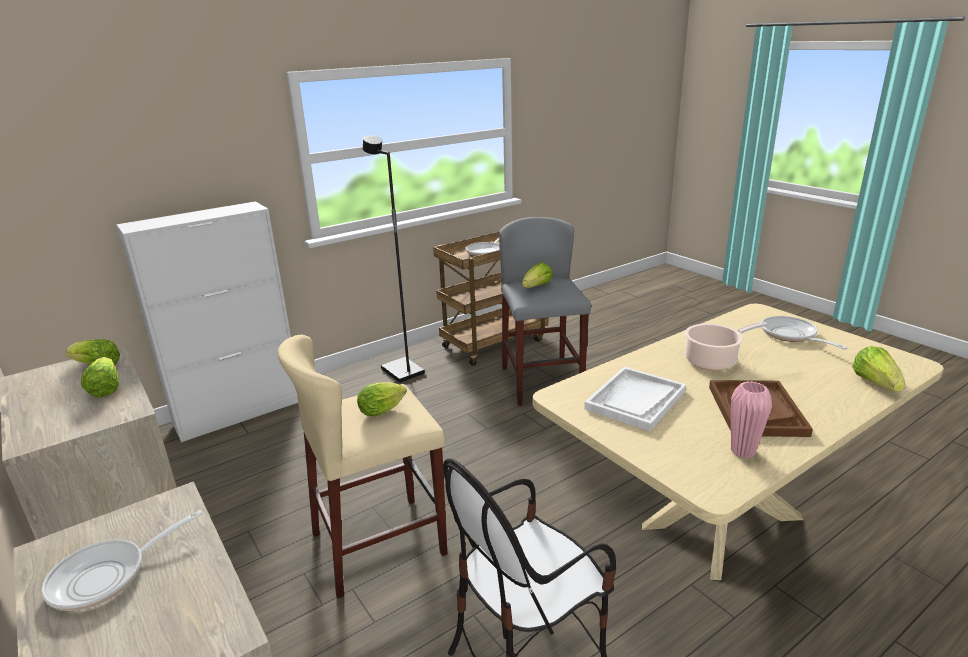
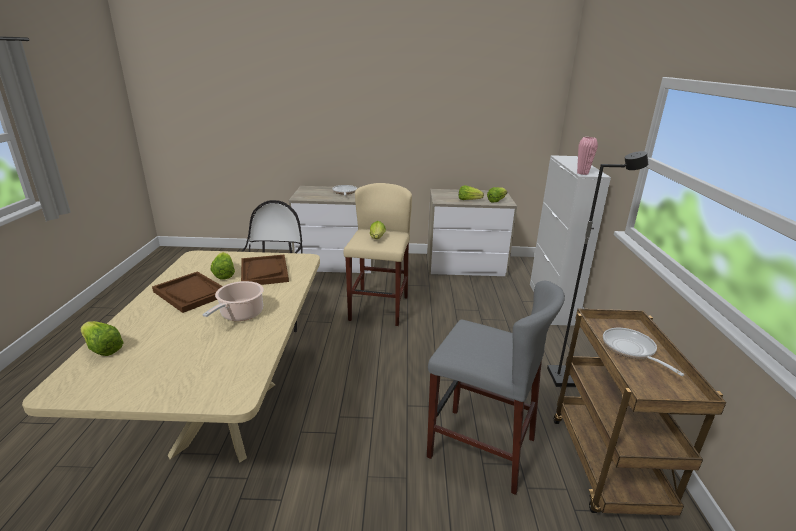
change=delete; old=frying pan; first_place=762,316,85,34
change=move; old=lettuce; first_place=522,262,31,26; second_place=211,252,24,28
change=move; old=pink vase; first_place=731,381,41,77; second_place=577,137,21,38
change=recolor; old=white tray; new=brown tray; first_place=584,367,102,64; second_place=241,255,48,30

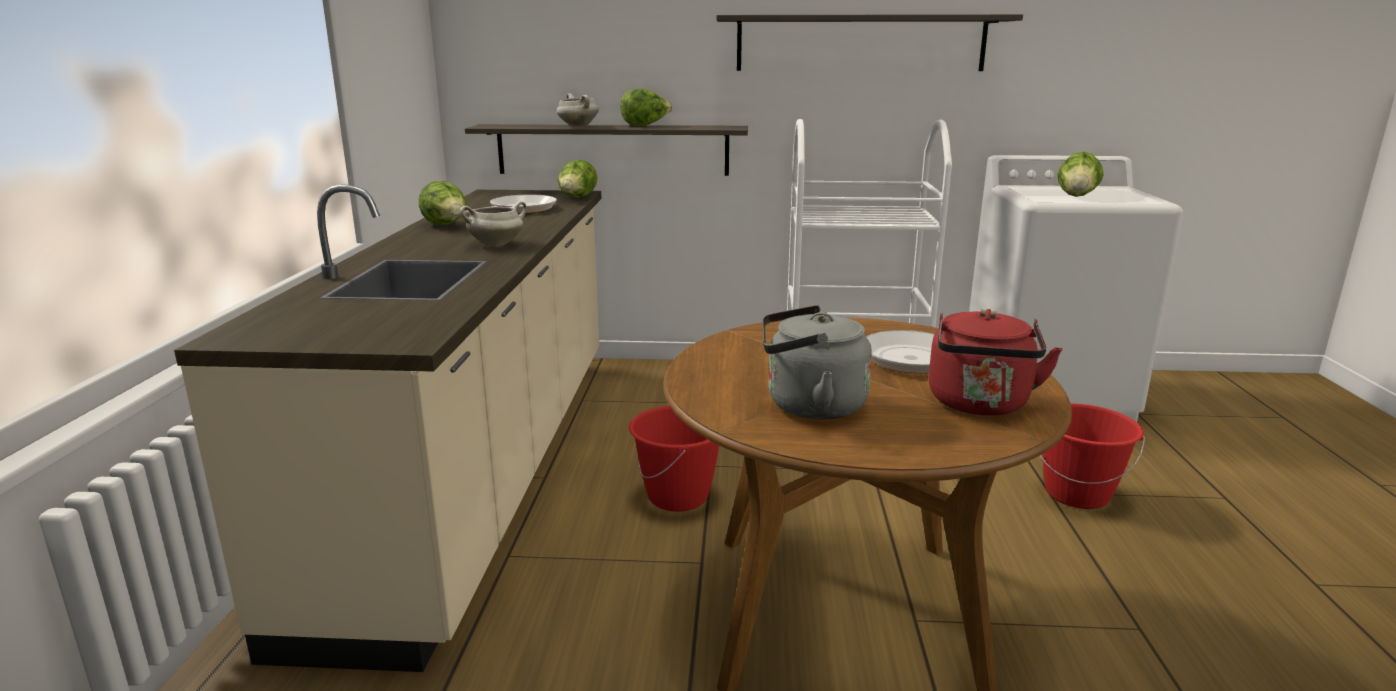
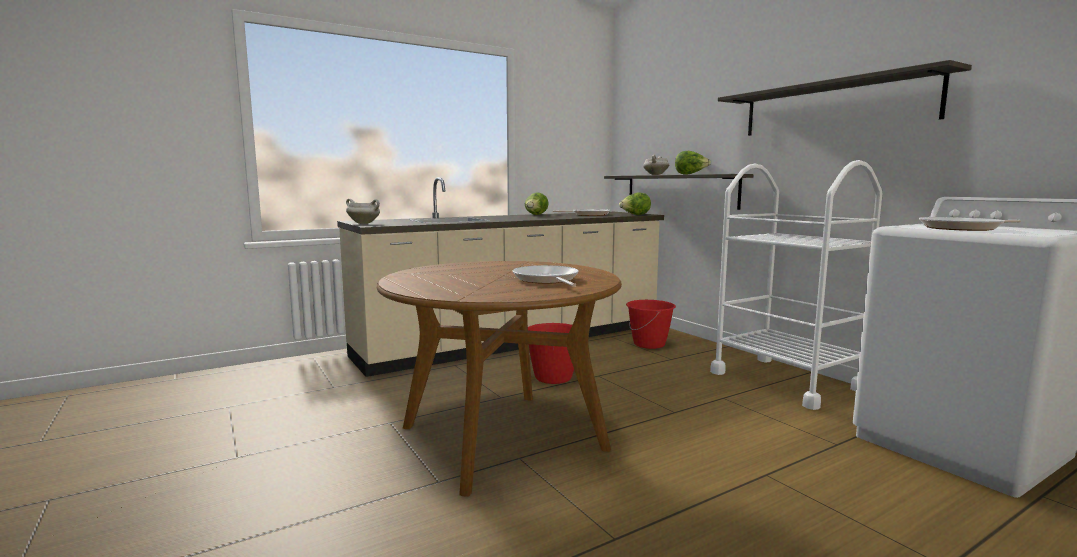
change=delete; old=grey kettle; first_place=762,305,110,114
change=delete; old=red kettle; first_place=929,309,133,106
change=move; old=white cooking pot; first_place=460,201,67,45; second_place=346,199,34,25
change=move; old=red bucket; first_place=1040,403,105,106; second_place=626,300,50,49
change=replace; old=lettuce; new=frying pan; first_place=1057,152,47,45; second_place=919,217,102,14

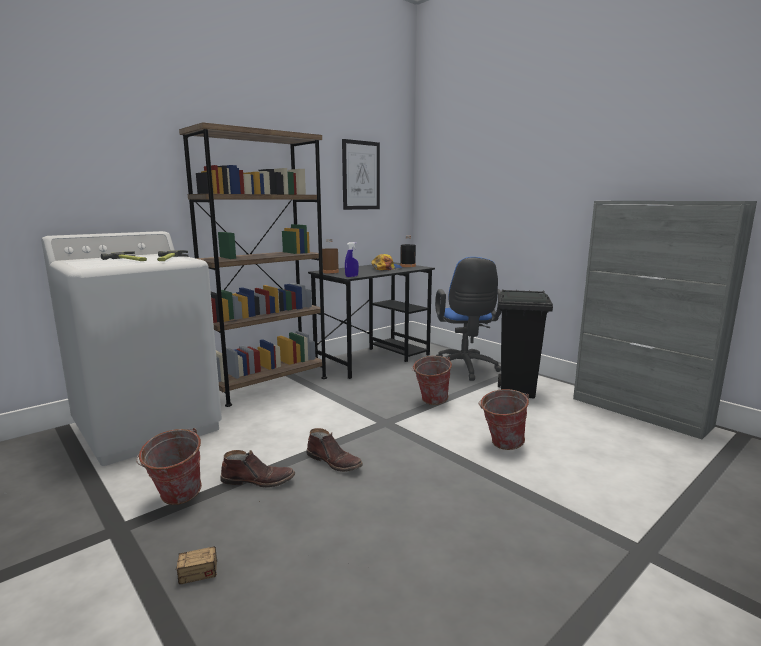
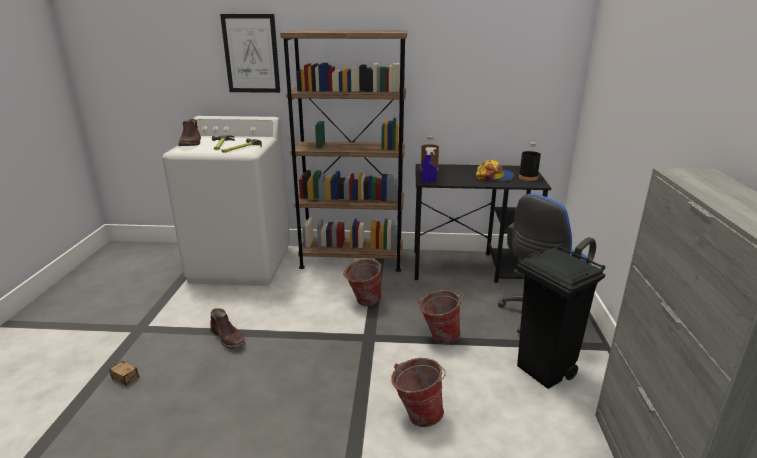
change=move; old=bucket; first_place=136,428,66,77; second_place=343,259,39,47
change=move; old=brown boot; first_place=307,428,56,44; second_place=179,119,22,27
change=move; old=picture; first_place=342,139,38,71; second_place=220,14,60,79

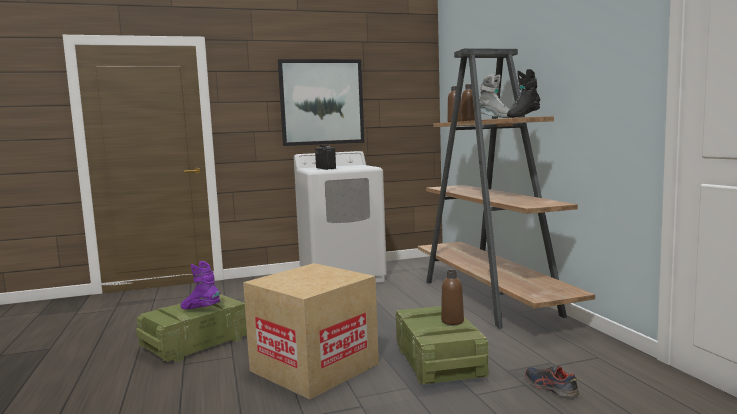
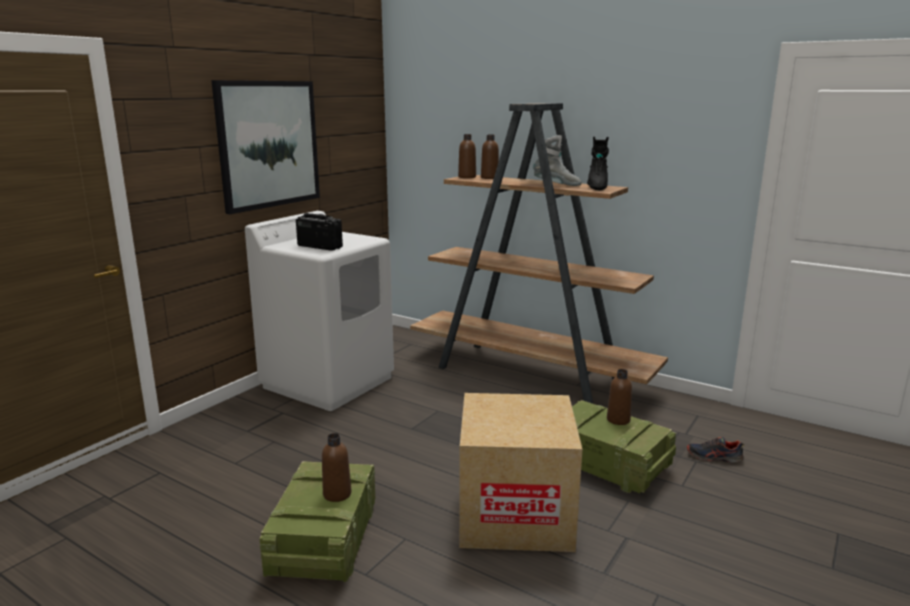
change=replace; old=purple boot; new=brown bottle; first_place=181,261,39,49; second_place=322,433,29,69

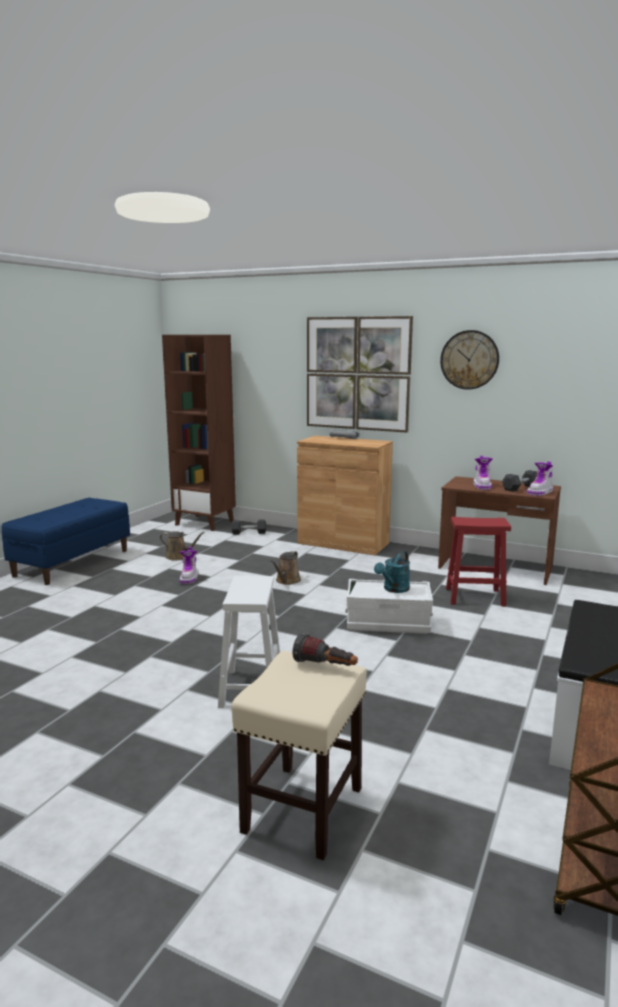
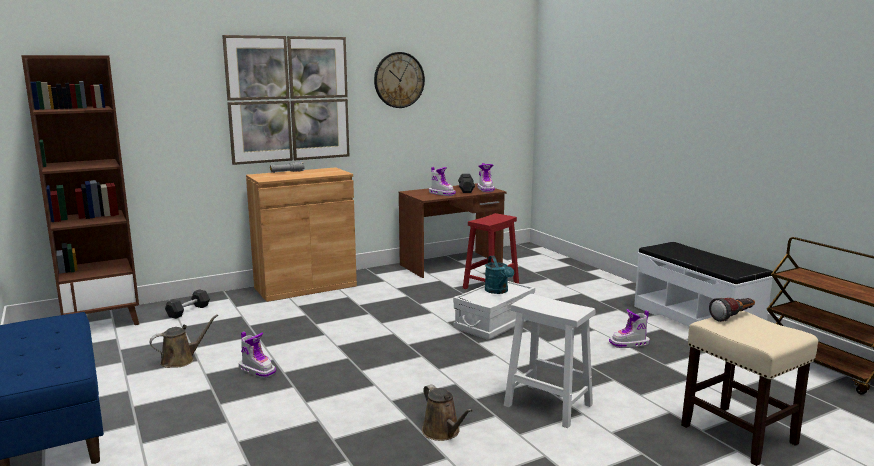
change=insert; new=boot; second_place=609,309,41,39
change=move; old=brown watering can; first_place=271,551,30,34; second_place=422,384,51,57

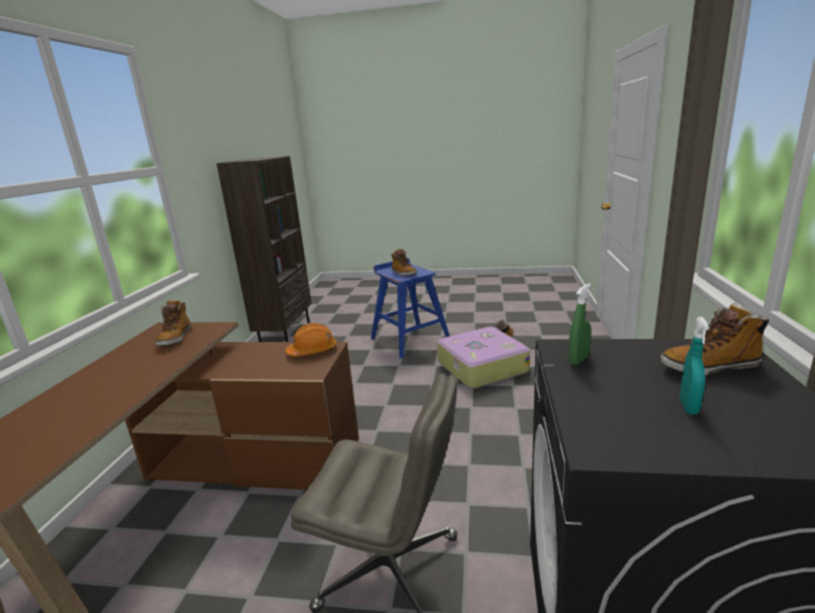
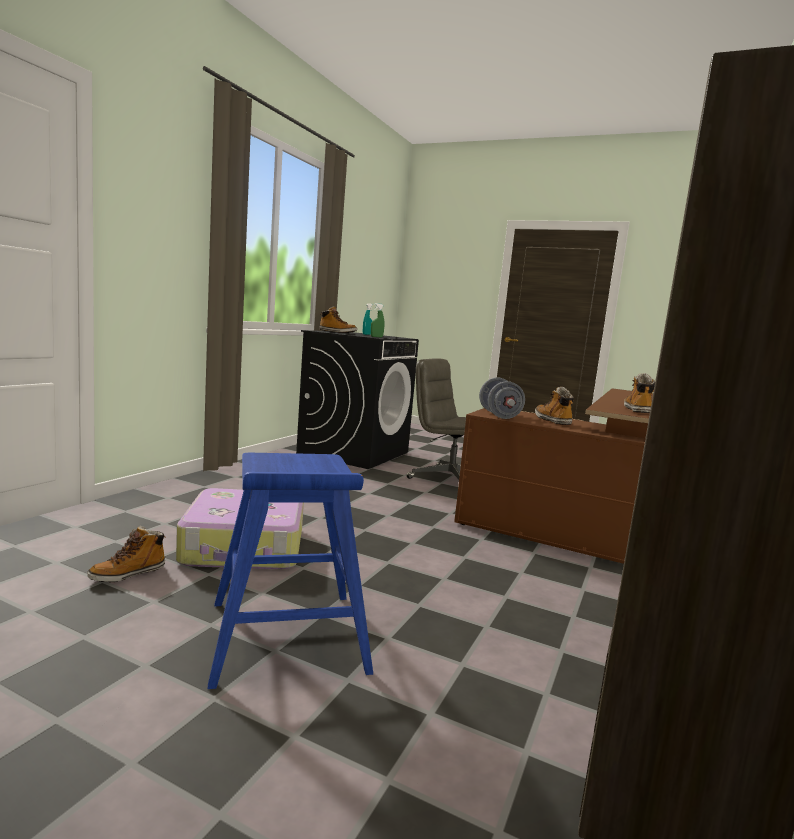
change=move; old=boot; first_place=392,249,25,27; second_place=535,387,39,38
change=replace; old=orange hard hat; new=grey dumbbell; first_place=285,323,52,33; second_place=479,378,46,41

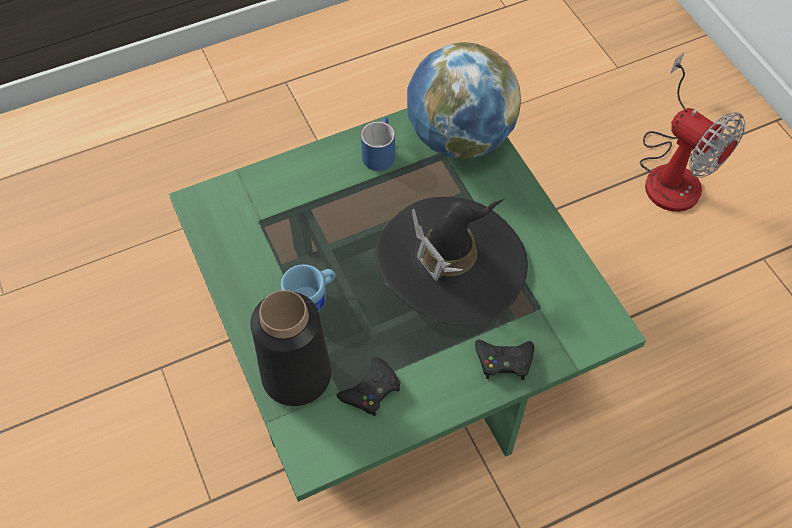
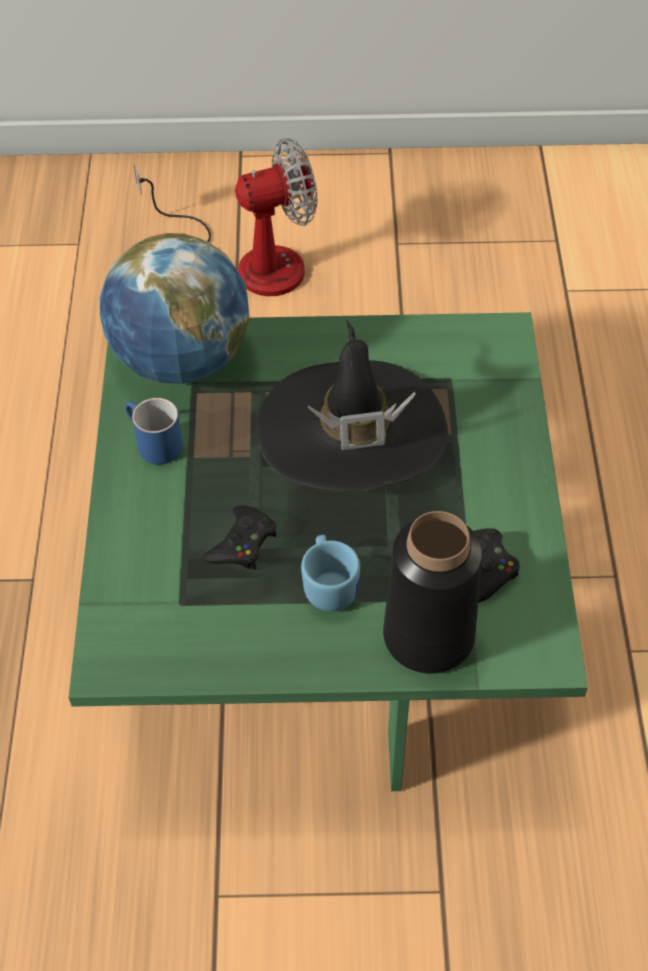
change=move; old=black game controller; first_place=475,340,59,40; second_place=202,506,75,64

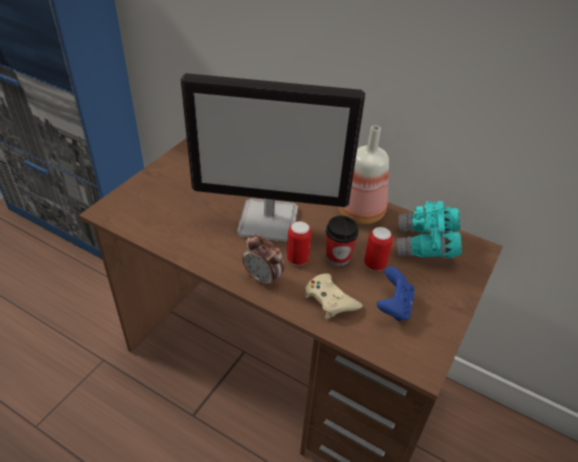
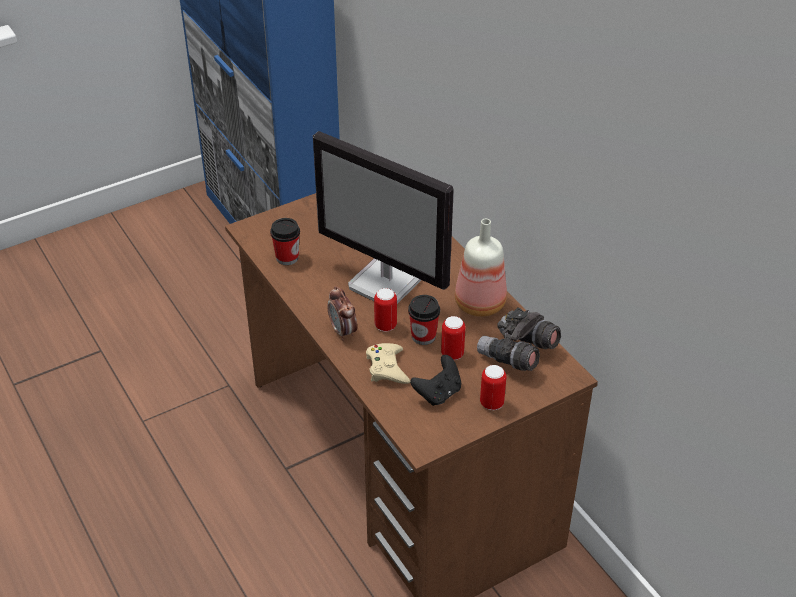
change=insert; new=cup; second_place=270,218,30,47
change=insert; new=can; second_place=480,365,26,45
change=recolor; old=blue game controller; new=black game controller; first_place=377,266,38,55; second_place=410,355,51,51
change=recolor; old=turquoise binoculars; new=grey binoculars; first_place=397,201,65,57; second_place=477,308,84,63

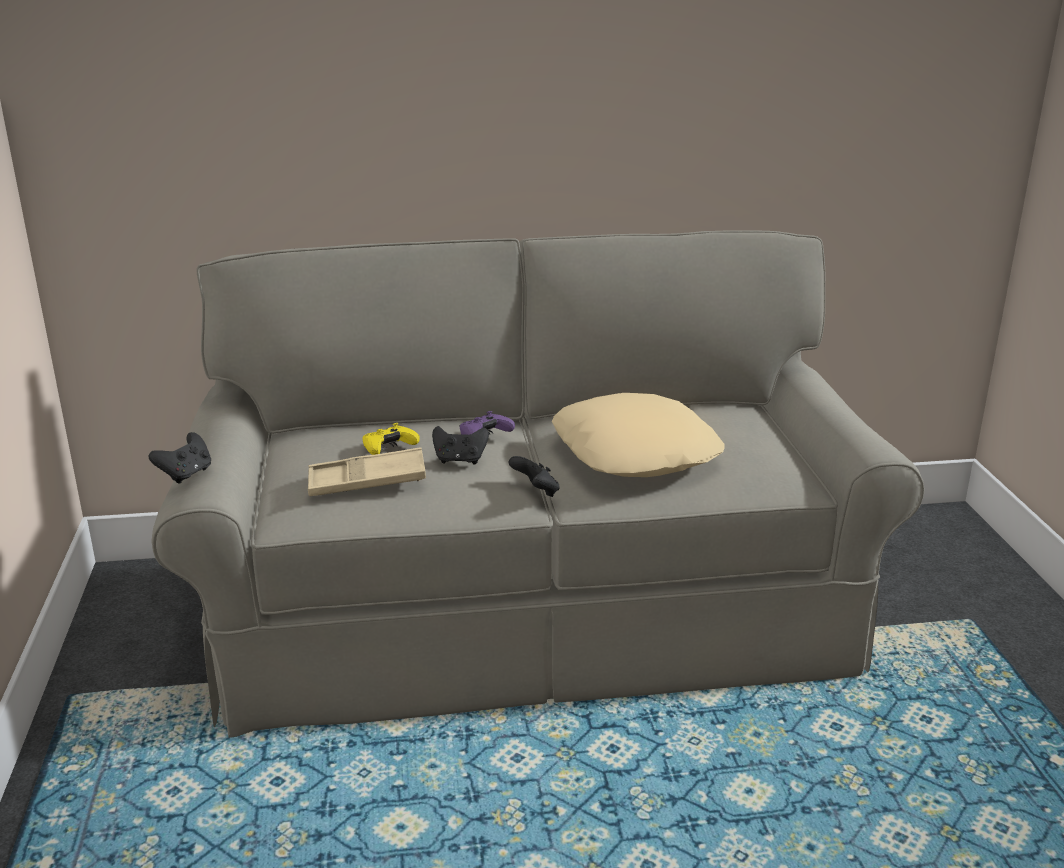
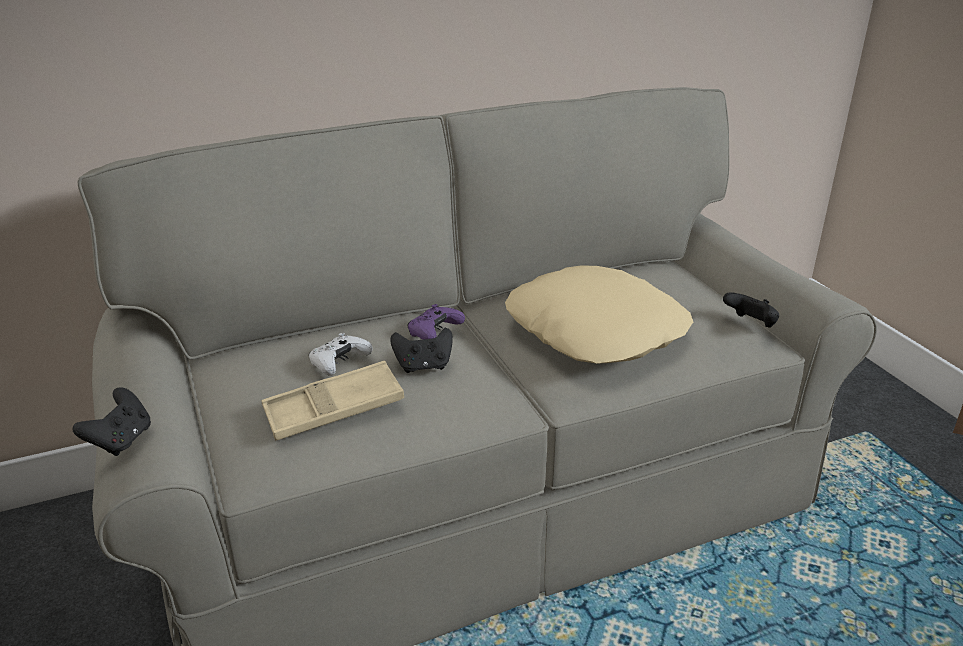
change=move; old=black game controller; first_place=508,456,52,41; second_place=723,292,56,36
change=recolor; old=yellow game controller; new=white game controller; first_place=362,423,58,32; second_place=309,333,64,43

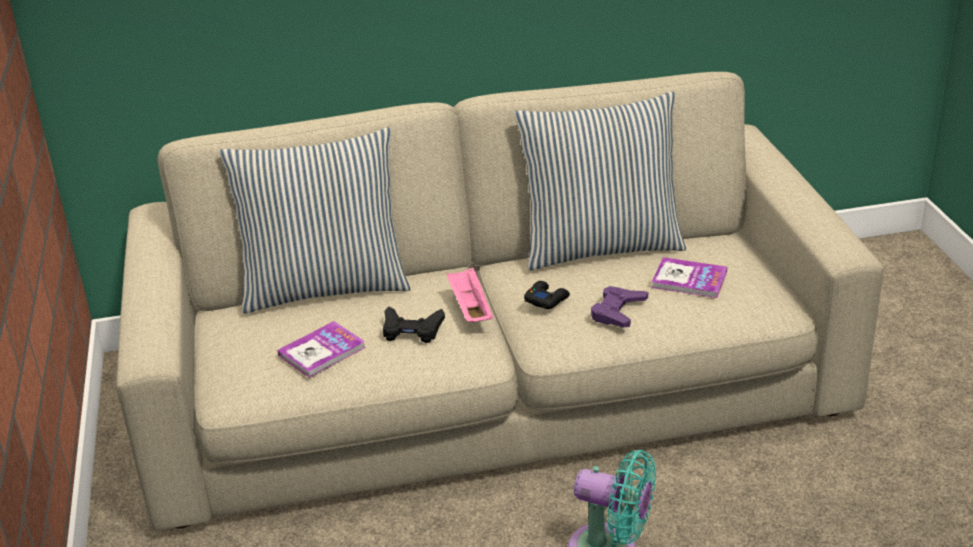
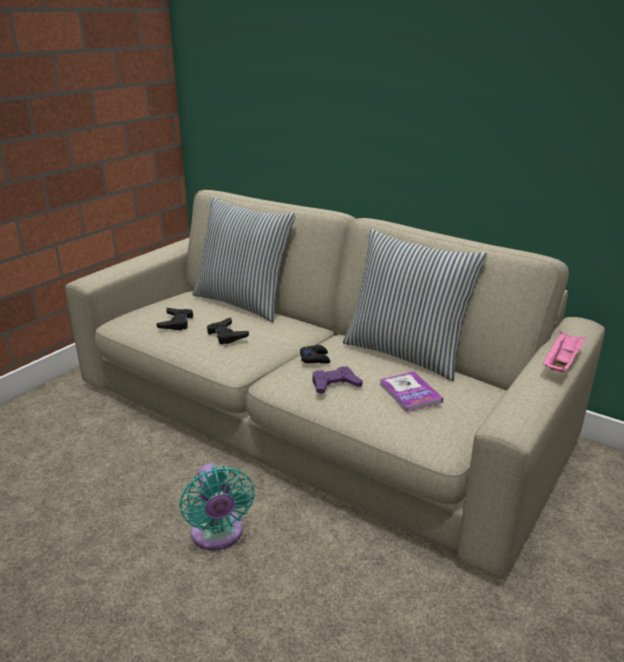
change=move; old=pink tray; first_place=446,267,47,55; second_place=543,331,44,42
change=replace; old=book; new=black game controller; first_place=277,321,89,57; second_place=156,308,37,22

